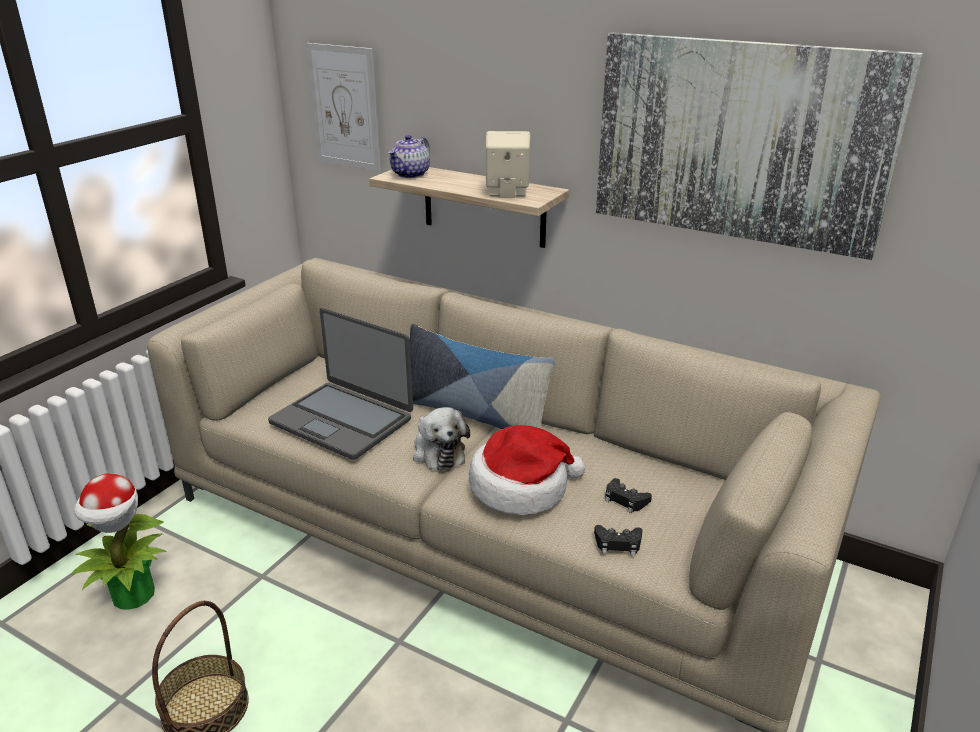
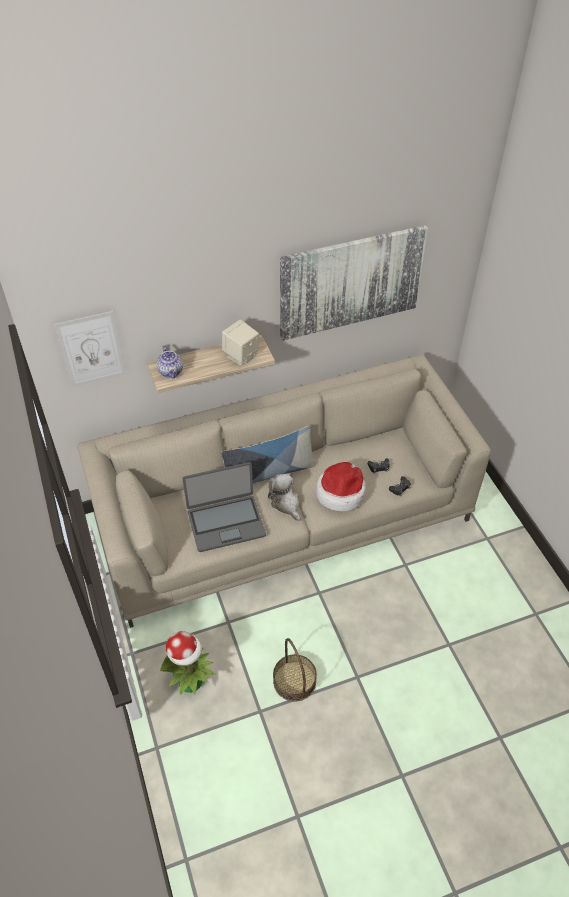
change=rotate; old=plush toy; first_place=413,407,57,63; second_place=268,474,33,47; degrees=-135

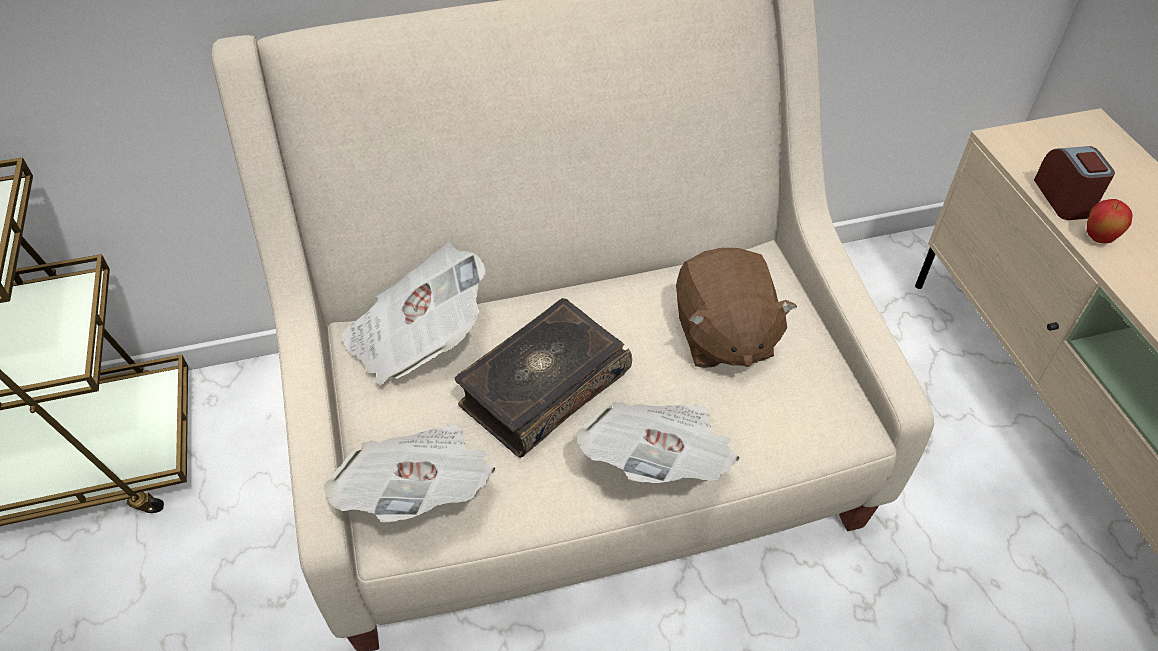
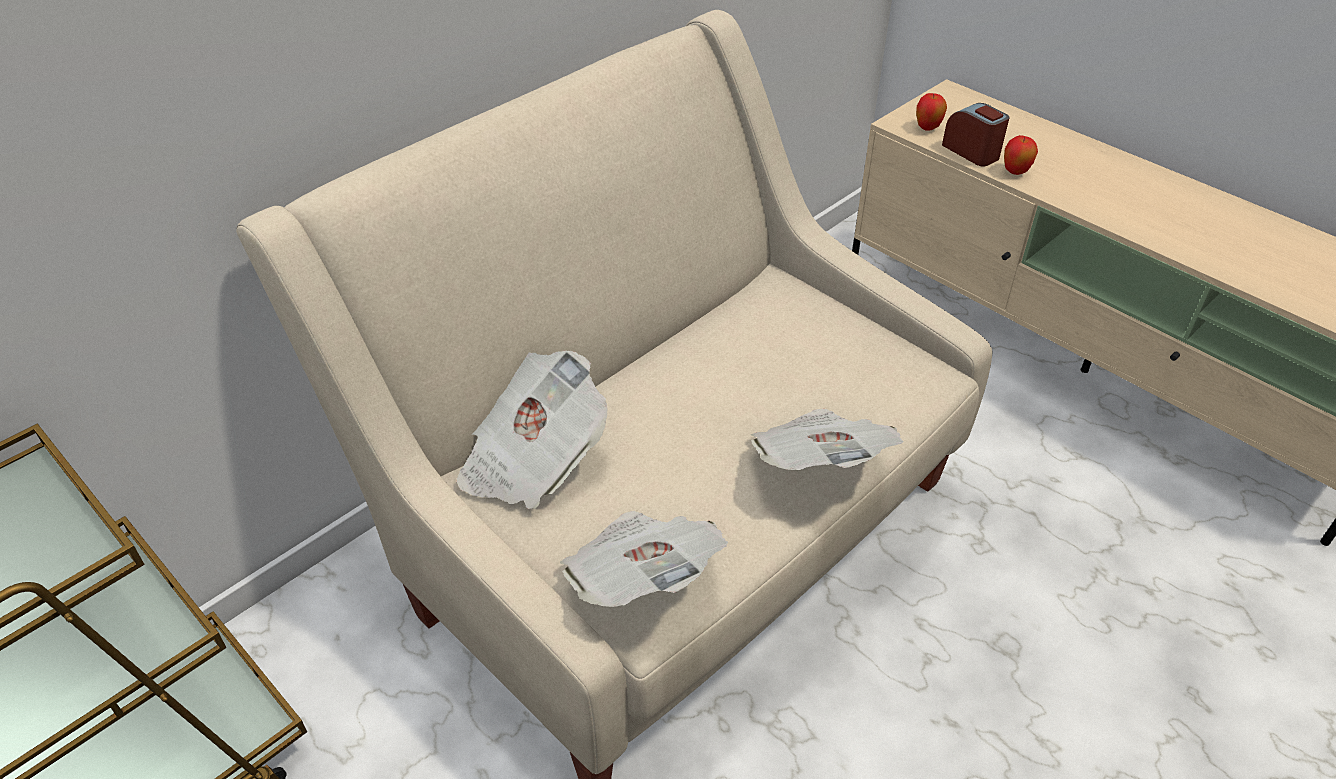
change=delete; old=book; first_place=455,298,177,160
change=delete; old=brown plush toy; first_place=676,248,121,120
change=insert; new=apple; second_place=916,93,31,38

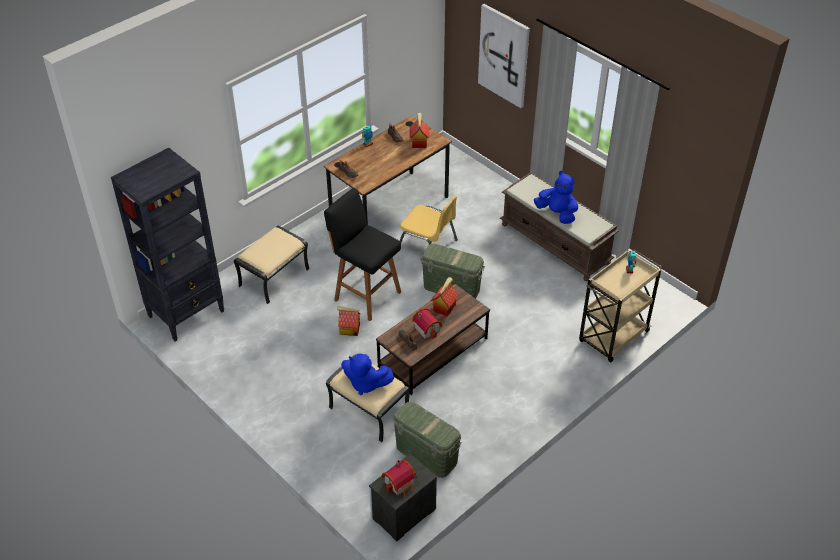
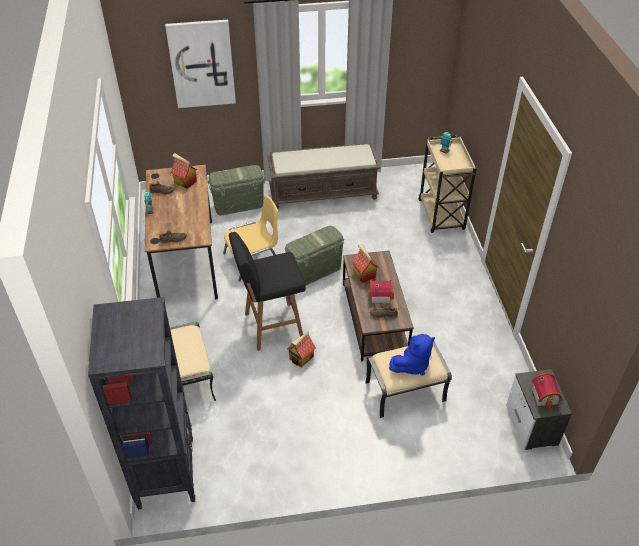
change=delete; old=blue plush toy; first_place=534,171,44,53
change=move; old=green storage box; first_place=393,402,69,76; second_place=208,165,57,50

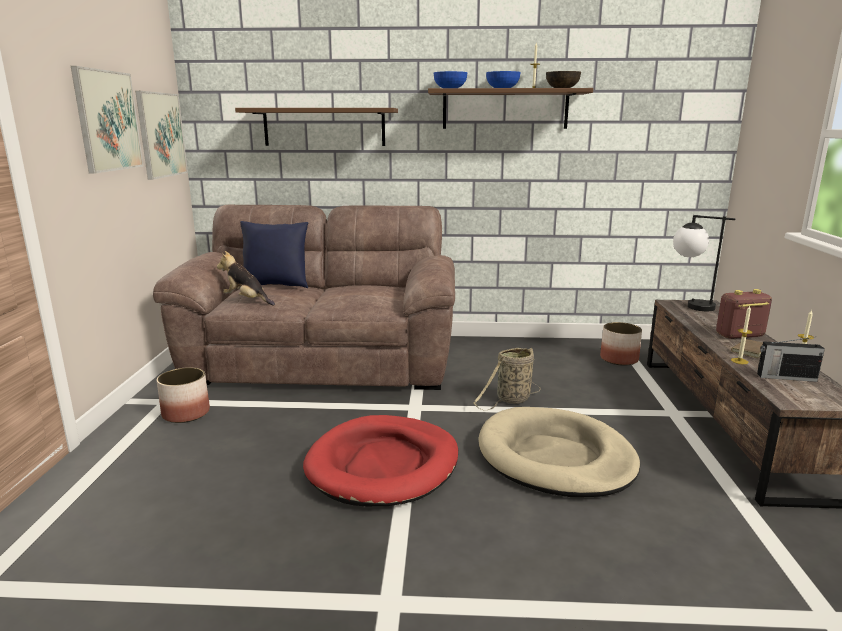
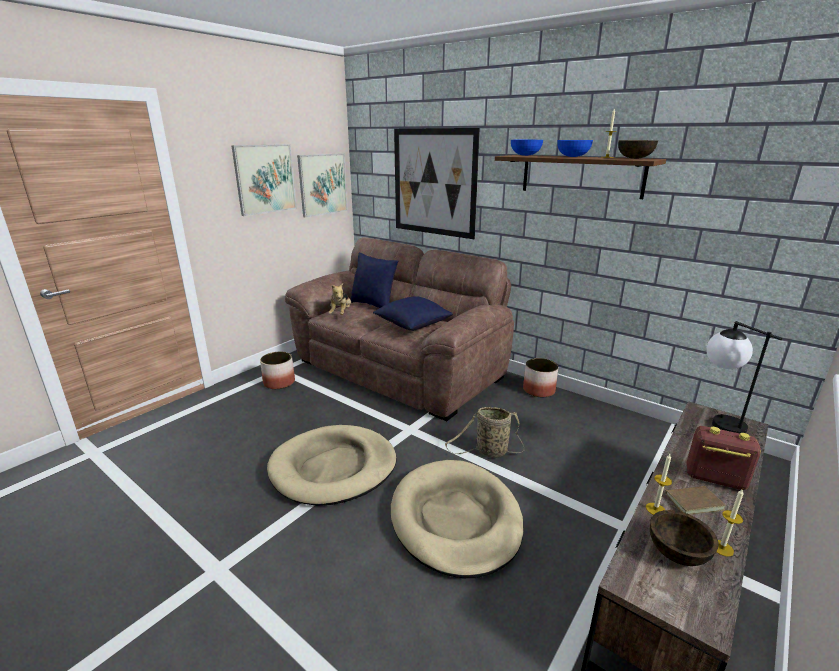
change=insert; new=blue pillow; second_place=373,296,80,35
change=move; old=planter; first_place=600,322,42,44; second_place=523,358,35,39
change=replace; old=brown shelf; new=picture; first_place=235,108,163,38; second_place=394,128,86,111
change=replace; old=radio; new=brown bowl; first_place=757,337,68,45; second_place=650,510,69,56
change=recolor; old=red dog bed; new=beige dog bed; first_place=303,415,155,91; second_place=267,425,130,81
change=rotate; old=plush toy; first_place=217,251,58,54; second_place=329,283,22,32; degrees=-150

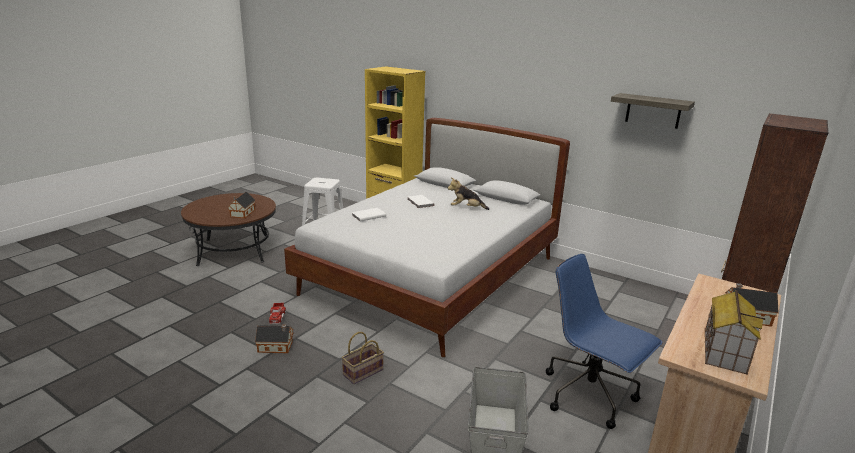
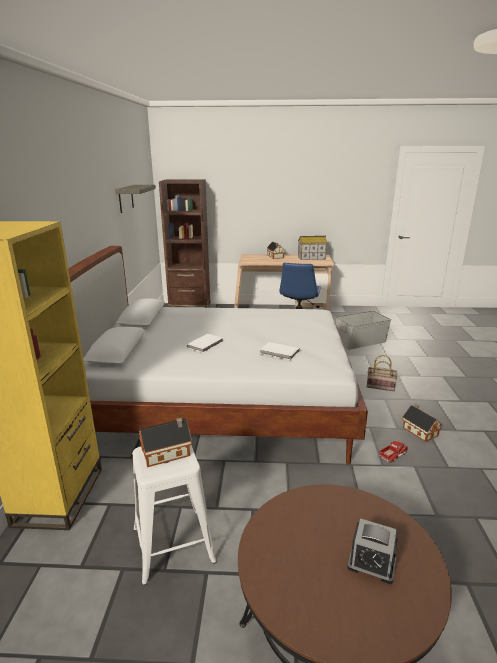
change=delete; old=plush toy; first_place=448,177,41,33
change=insert; new=alarm clock; second_place=347,518,51,66
change=move; old=toy house; first_place=227,192,29,26; second_place=139,418,53,49

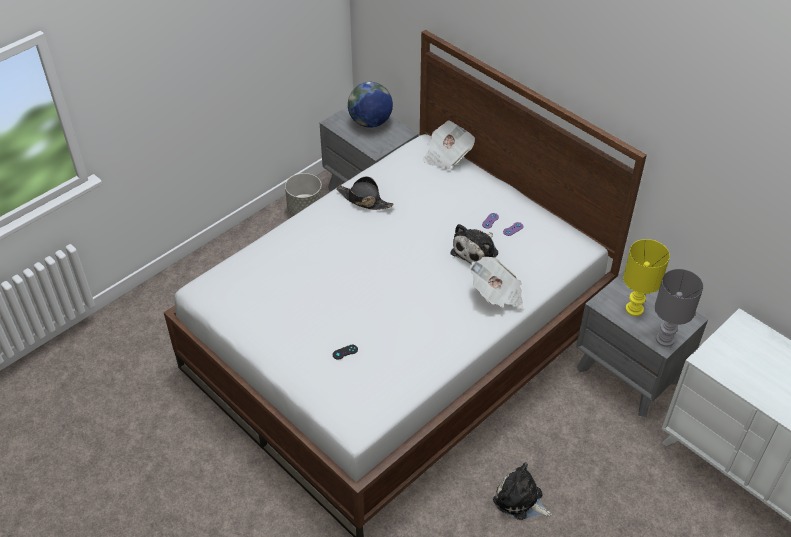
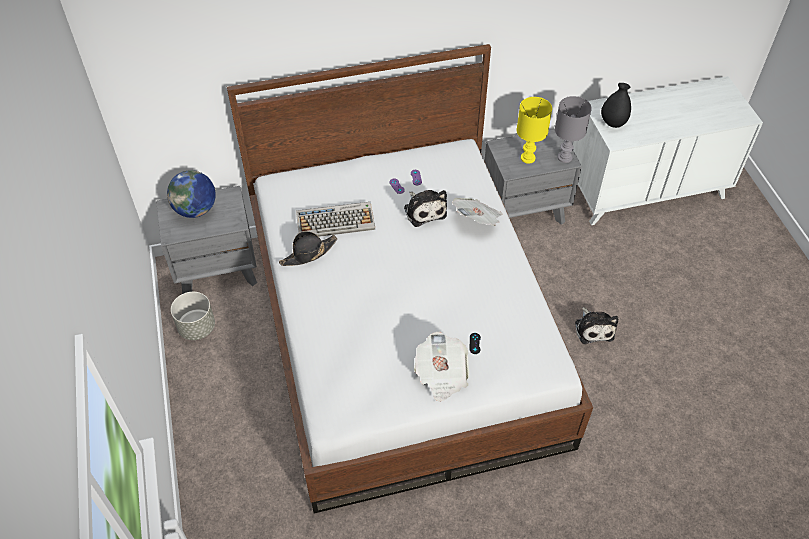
change=insert; new=keyboard; second_place=296,202,79,35
change=insert; new=black vase; second_place=601,83,30,45
change=move; old=newspaper; first_place=423,120,52,49; second_place=414,332,55,70
change=rotate; old=plush toy; first_place=493,462,59,58; second_place=575,307,43,37; degrees=-75

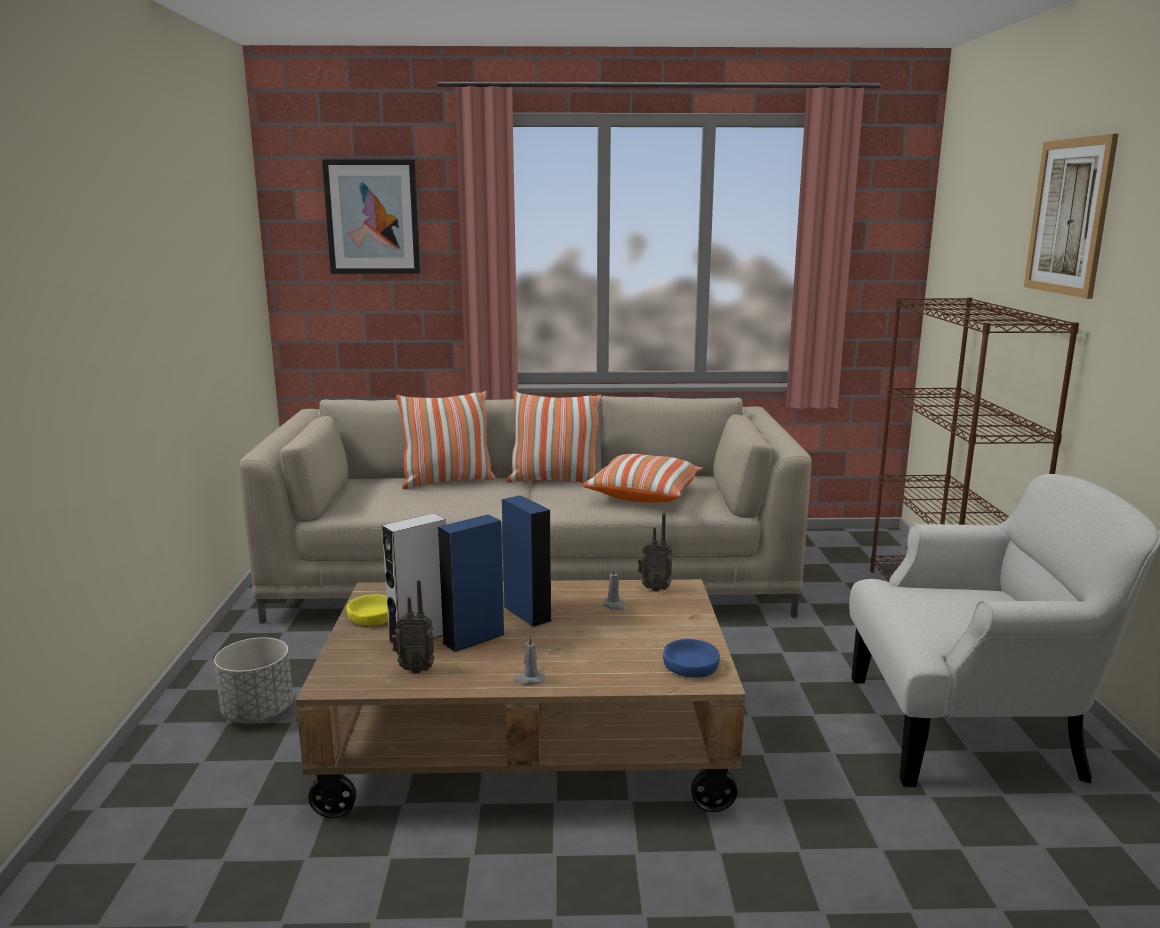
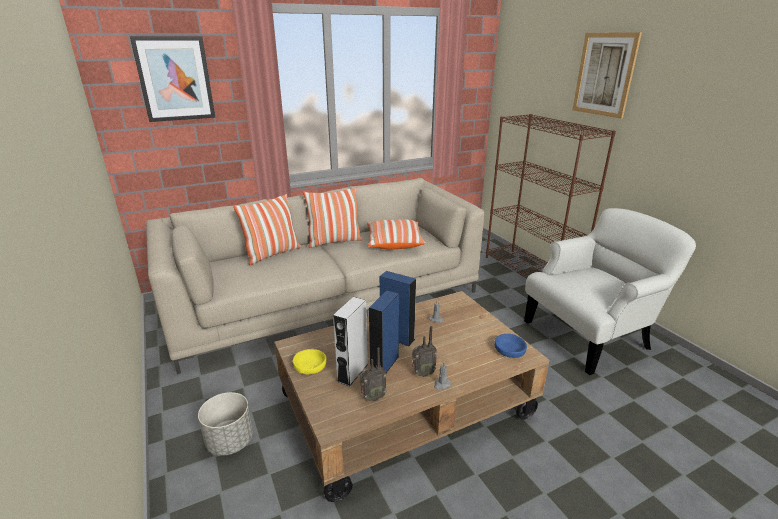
change=move; old=radio; first_place=638,513,34,79; second_place=412,326,25,51

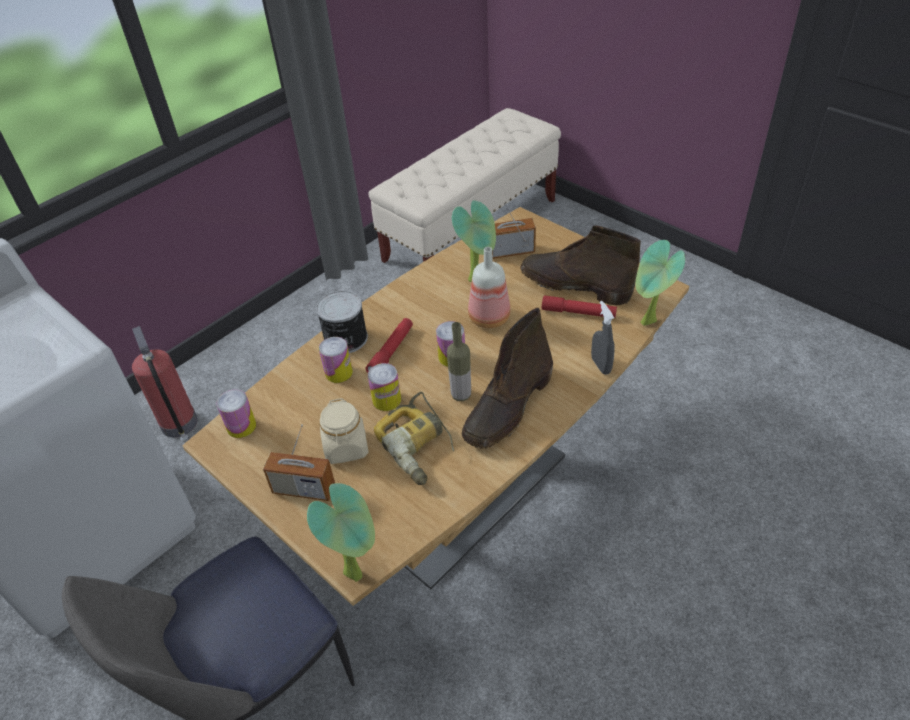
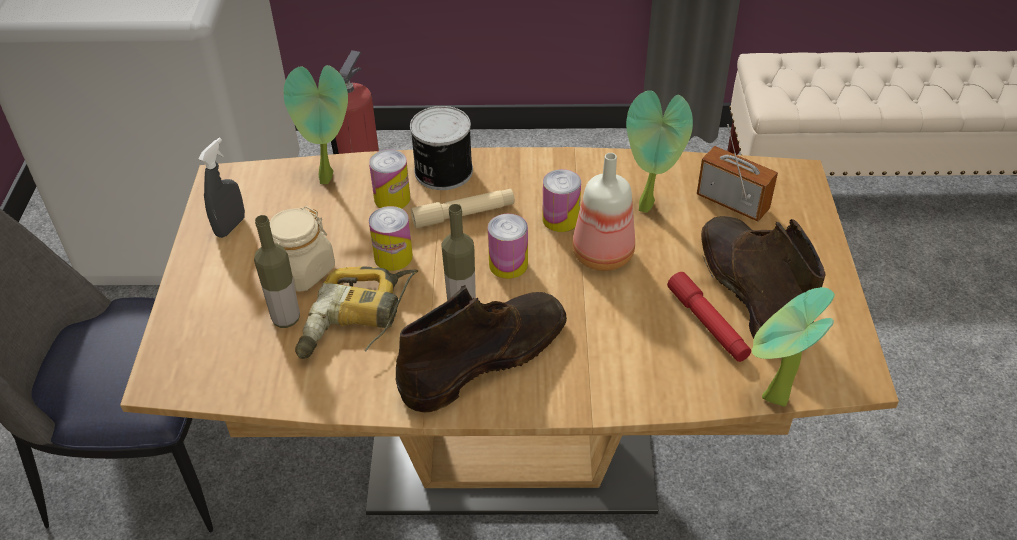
change=delete; old=radio; first_place=263,424,72,77
change=insert; new=bottle; second_place=254,215,46,113
change=move; old=can; first_place=217,390,39,48; second_place=542,169,39,63
change=move; old=potted plant; first_place=307,483,68,99; second_place=283,65,65,119
change=move; old=grey spray bottle; first_place=591,301,23,74; second_place=198,138,47,100
change=recolor; old=red flashlight; new=beige flashlight; first_place=366,318,47,55; second_place=411,189,104,39
change=rotate; old=brown boot; first_place=462,308,91,140; second_place=396,285,171,128; degrees=150

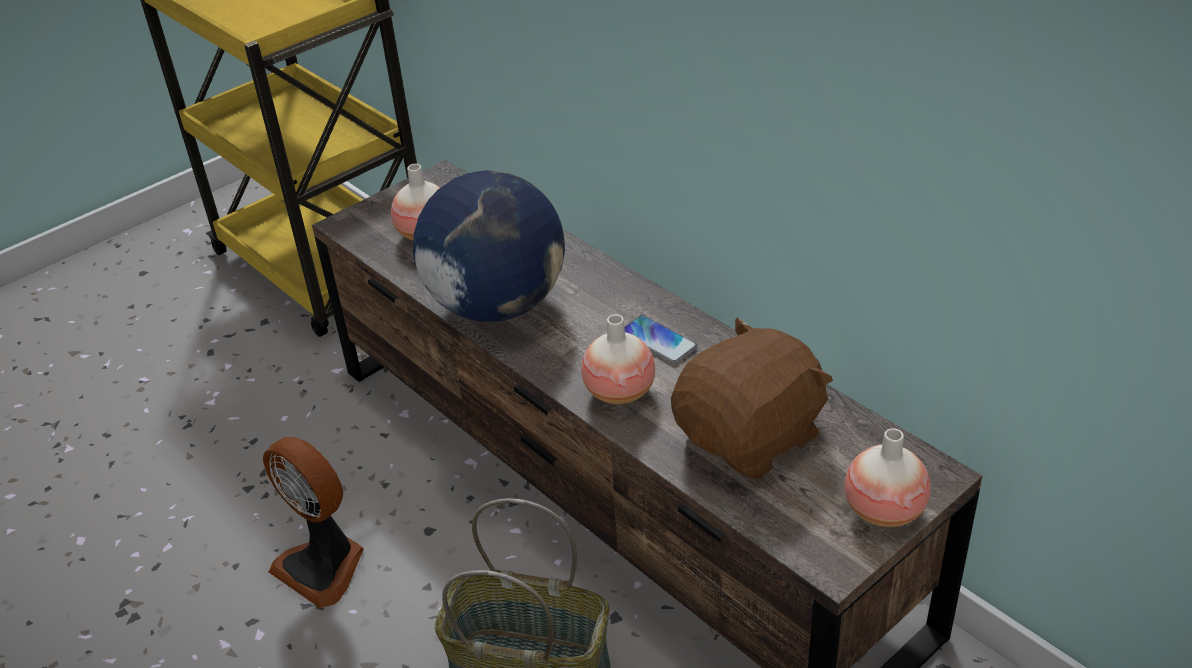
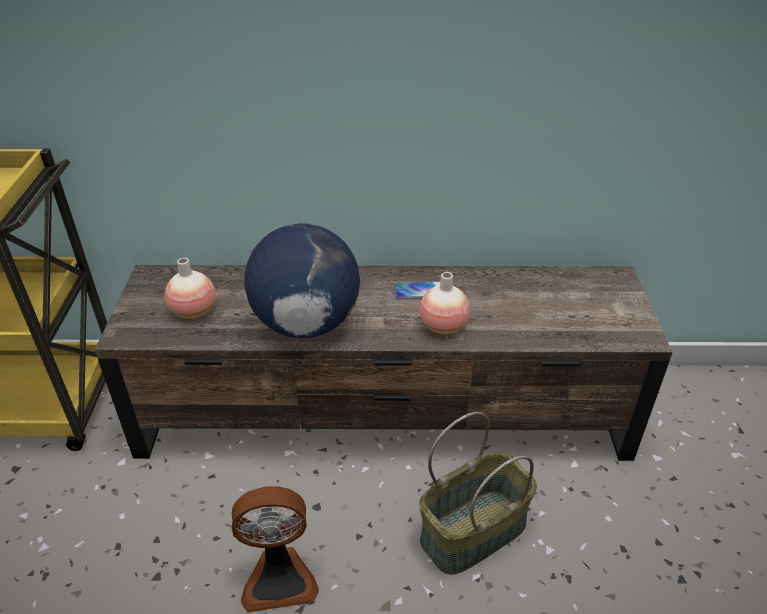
change=delete; old=brown plush toy; first_place=671,318,162,161
change=delete; old=vase; first_place=844,428,87,99

